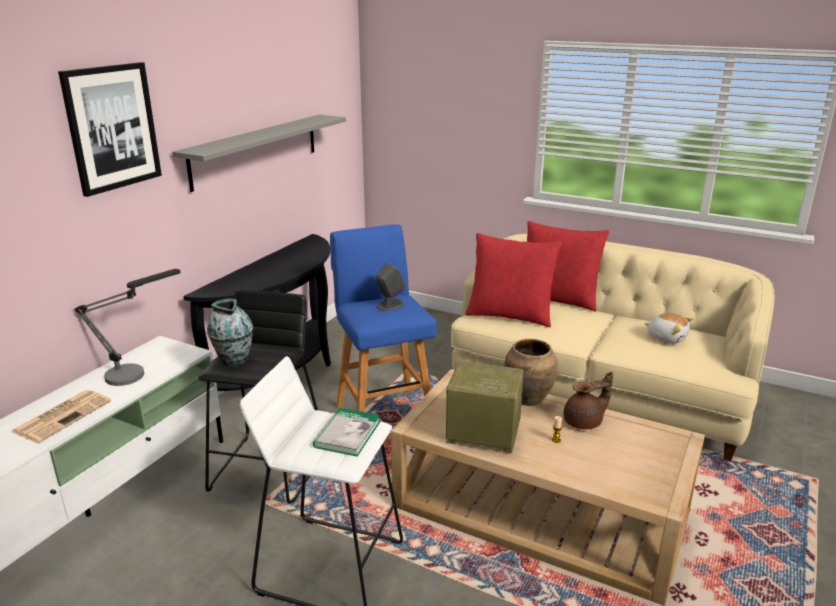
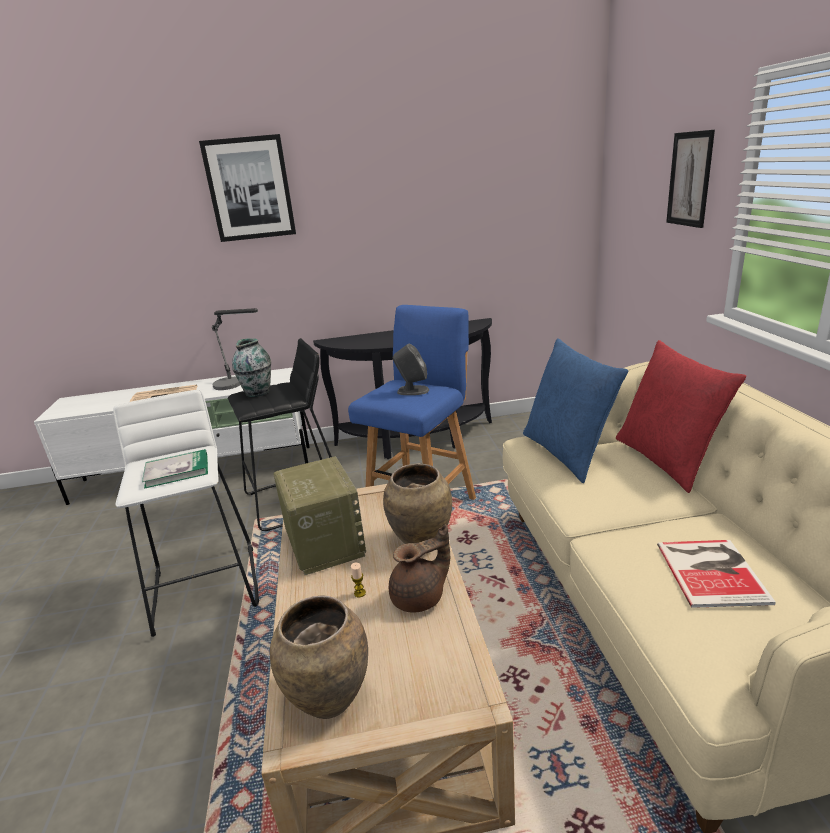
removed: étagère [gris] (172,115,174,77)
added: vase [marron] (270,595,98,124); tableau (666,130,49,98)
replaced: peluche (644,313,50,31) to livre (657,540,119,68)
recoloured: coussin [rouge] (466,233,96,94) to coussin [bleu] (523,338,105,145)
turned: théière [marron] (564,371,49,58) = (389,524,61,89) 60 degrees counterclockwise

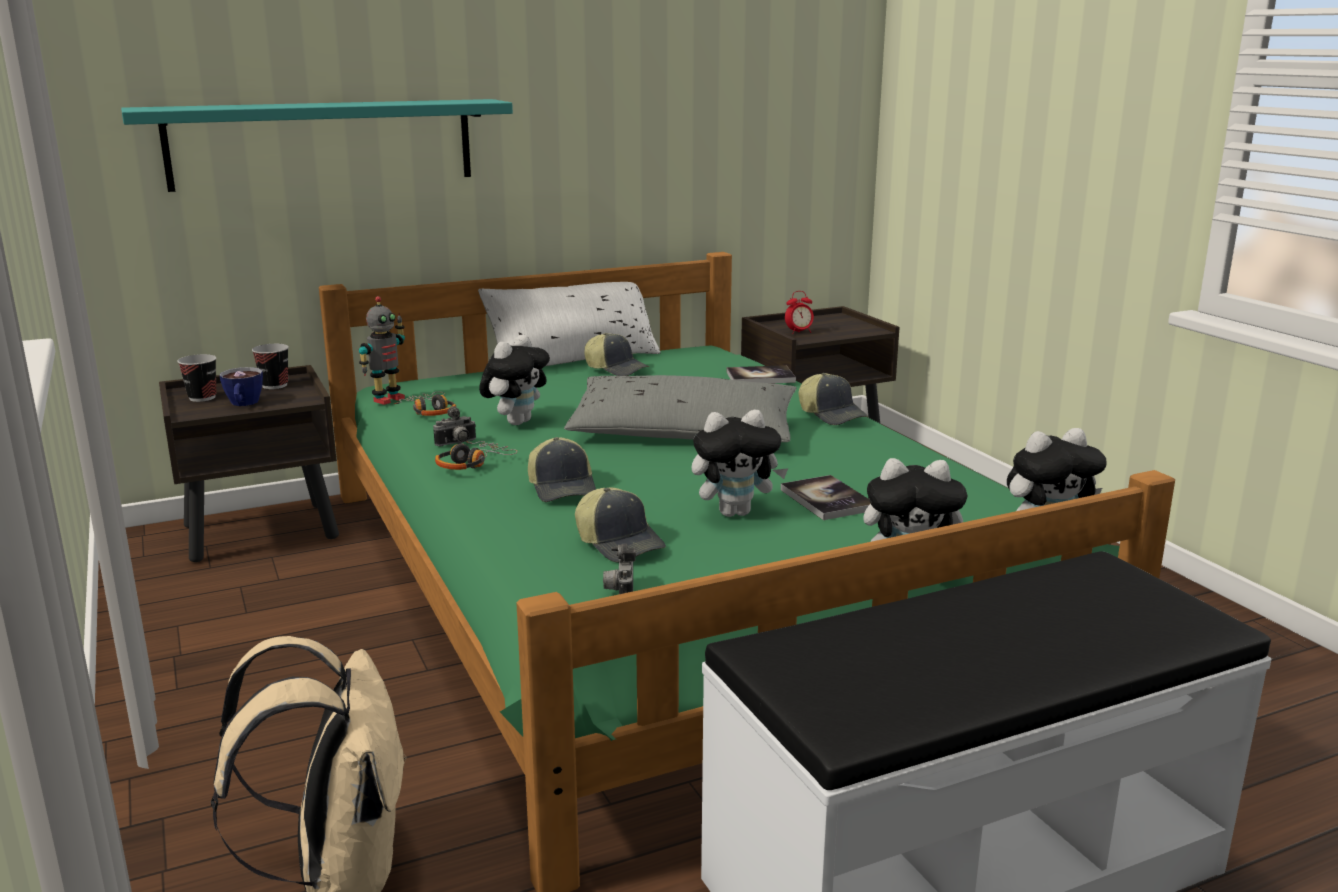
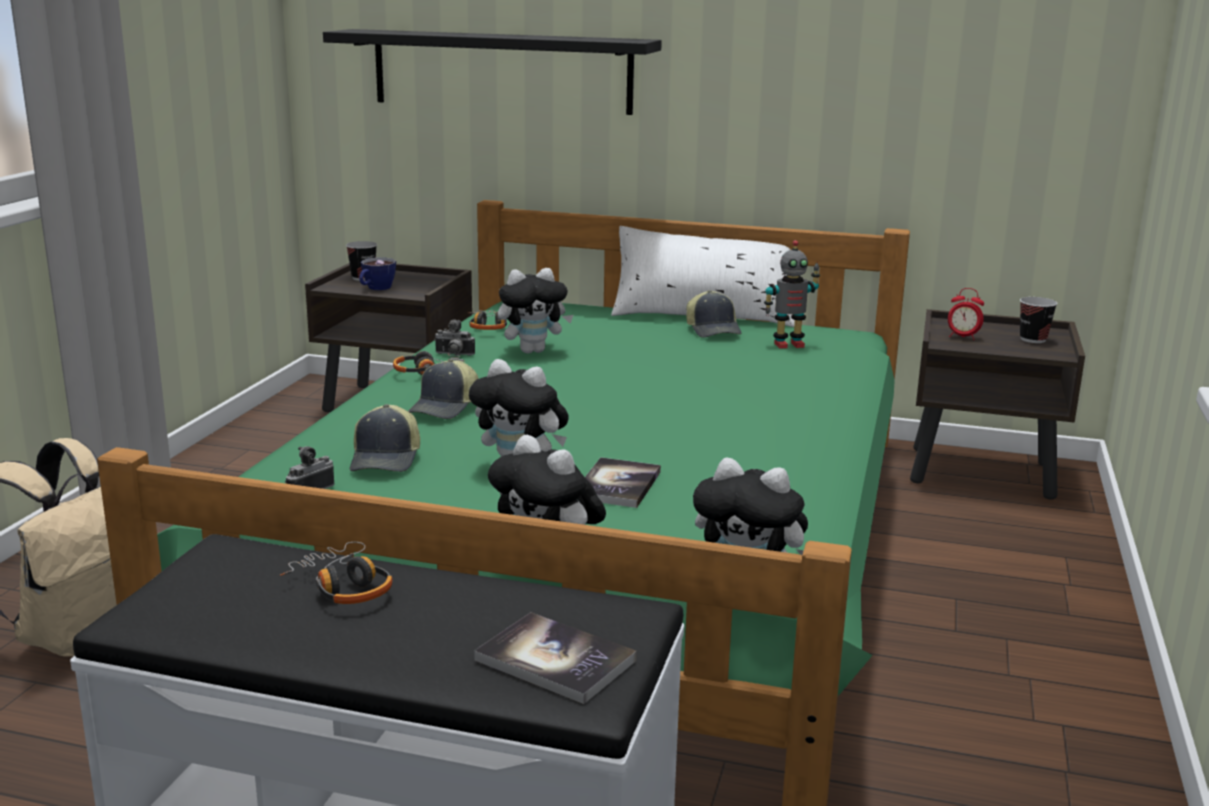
removed: coussin [gris] (564,375,233,67); casquette (798,373,71,52)
added: casque audio (280,542,113,62)
moved: tasse (252,344,37,45) to (1020,297,38,46); robot jouet (359,296,46,109) to (764,240,56,109); livre (726,365,70,18) to (474,612,163,92)
recoloured: étagère [turquoise] (121,99,392,93) to étagère [noir] (323,29,339,86)

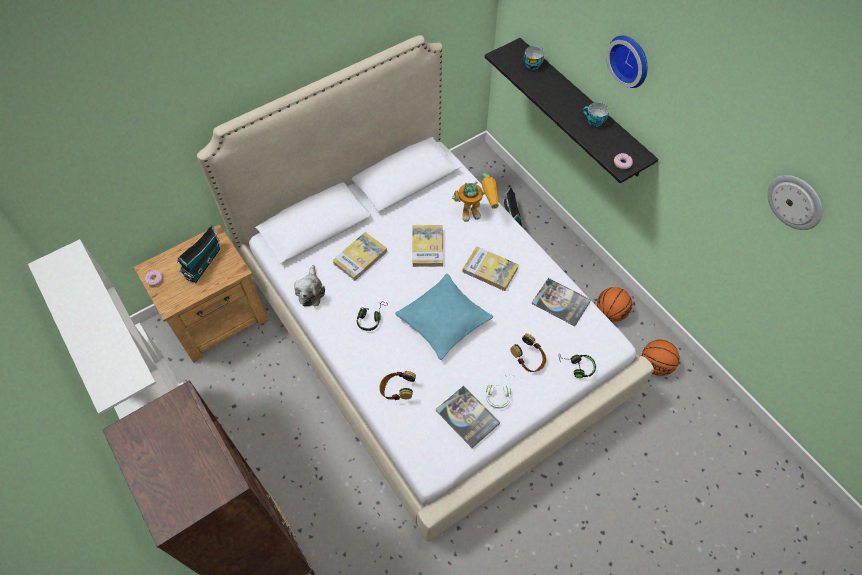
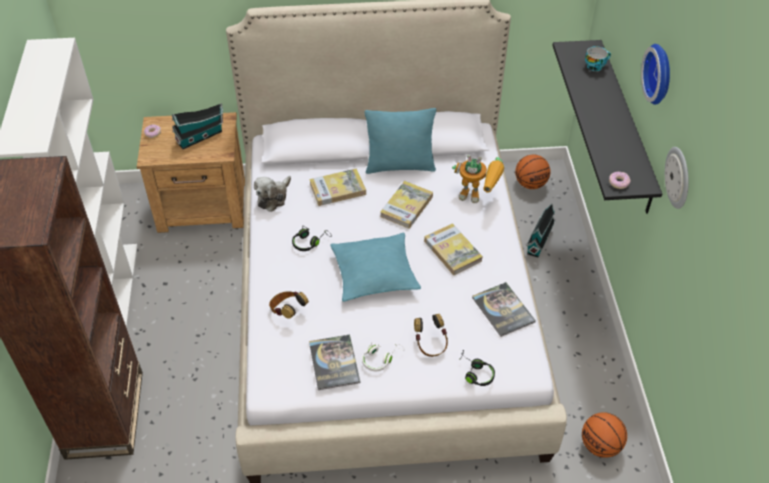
removed: tasse (583,102,26,25)
added: coussin [turquoise] (365,108,71,66)
moved: ballon de basket (597,287,35,35) to (515,154,35,35); horloge murale (767,175,55,55) to (665,147,24,62)

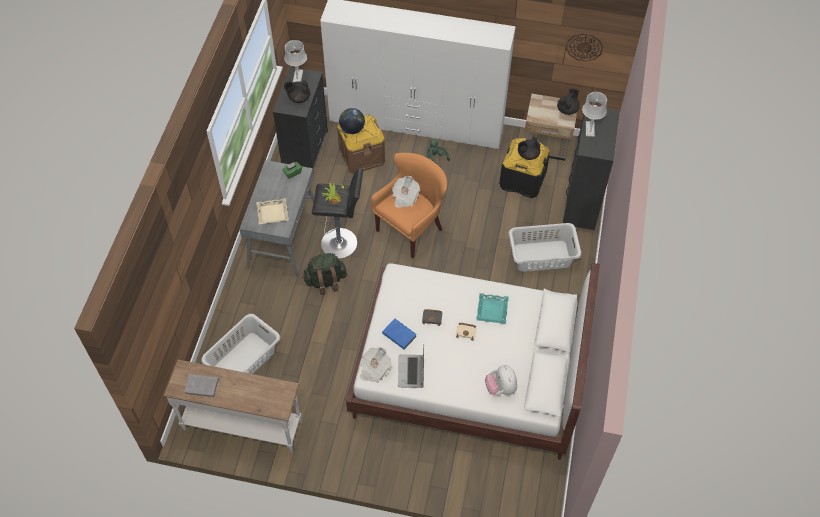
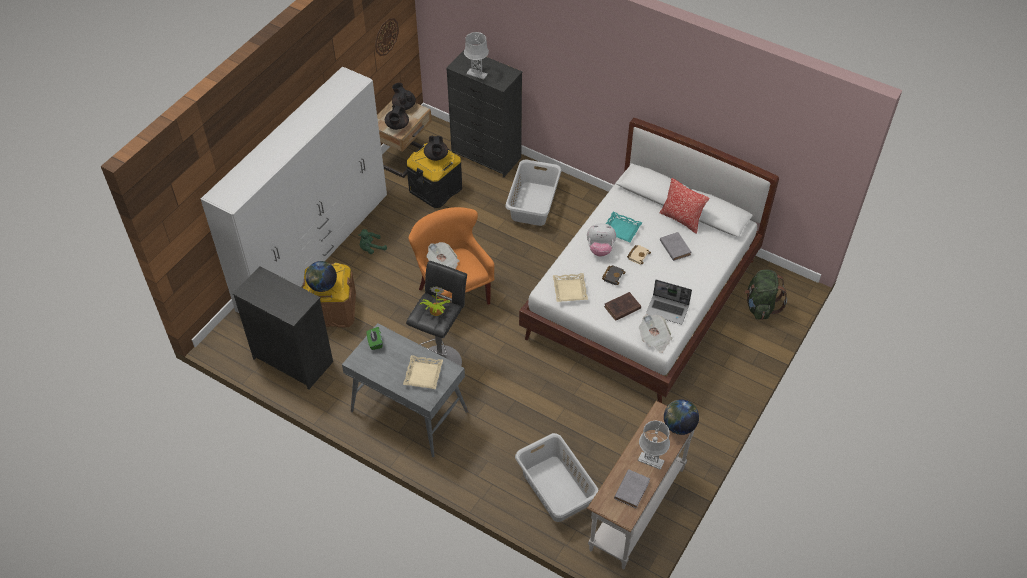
added: plateau [beige] (553,273,35,29); coussin (660,178,50,56); livre [gris] (660,232,32,29); globe (664,399,35,36)
moved: lampe de table [gris] (284,40,23,42) to (638,421,32,49); théière [noir] (284,80,26,23) to (385,104,24,26); sac à dos [vert] (303,253,44,42) to (745,270,42,50); peluche (485,365,32,30) to (587,223,29,34)
recoloured: livre [bleu] (382,319,35,30) to livre [marron] (604,292,37,29)

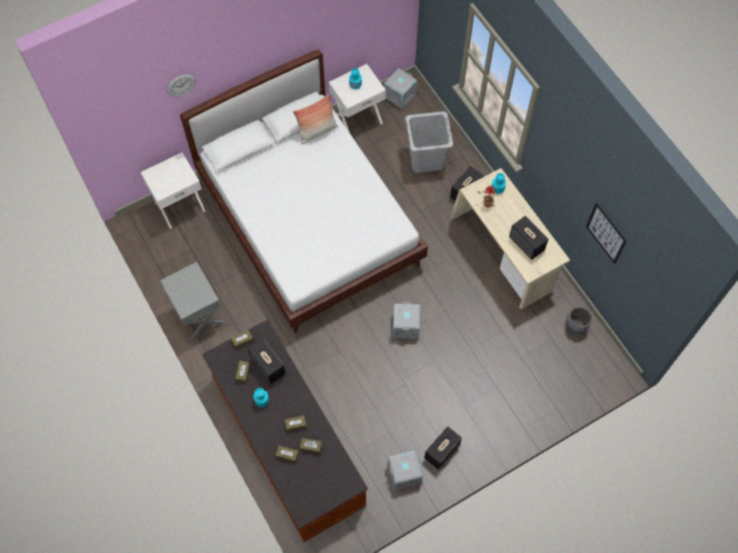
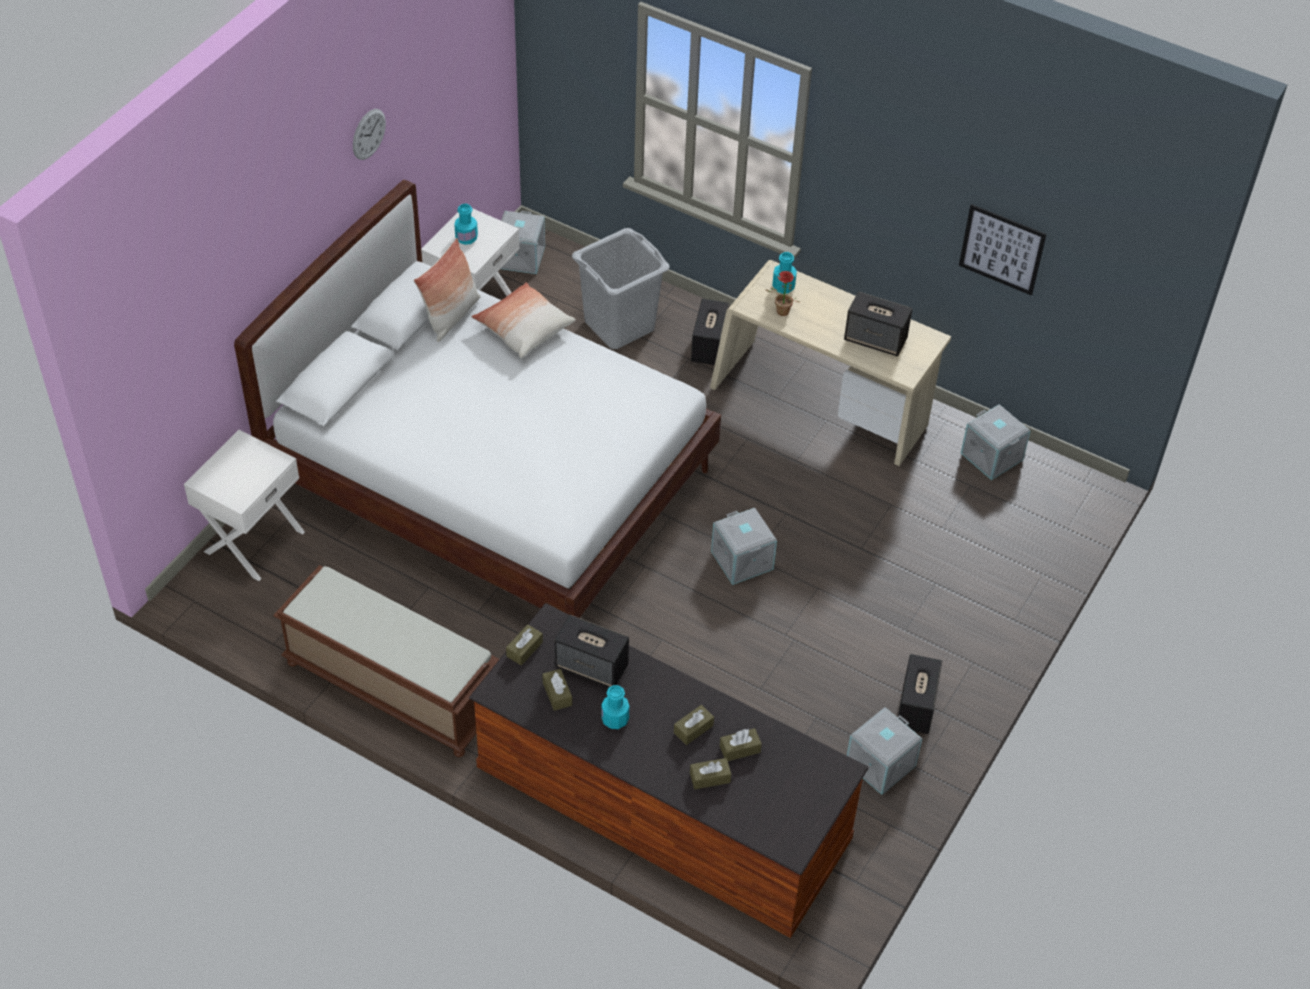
added: coussin (472,282,104,76)
moved: horloge murale (167,74,29,23) to (353,109,33,51)
replaced: table de chevet [gris] (160,262,65,79) to banc [marron] (273,565,226,192); cache-pot [gris] (566,306,26,29) to boîte de rangement [gris] (961,404,70,76)

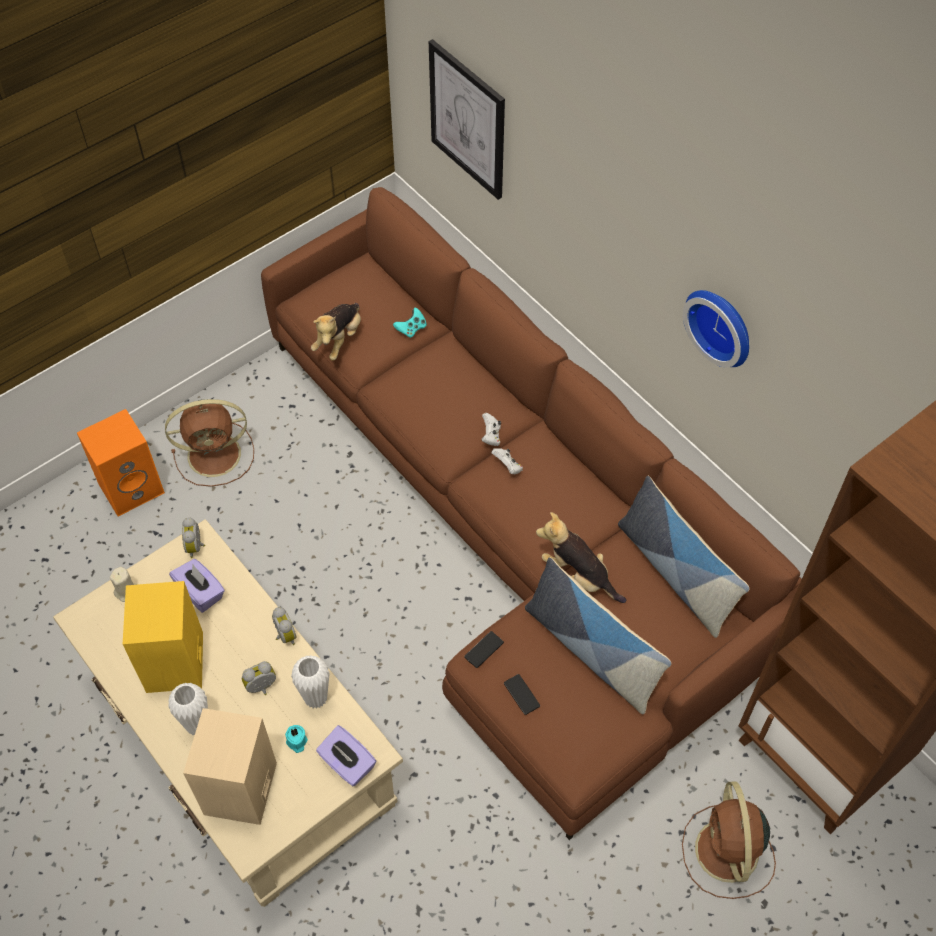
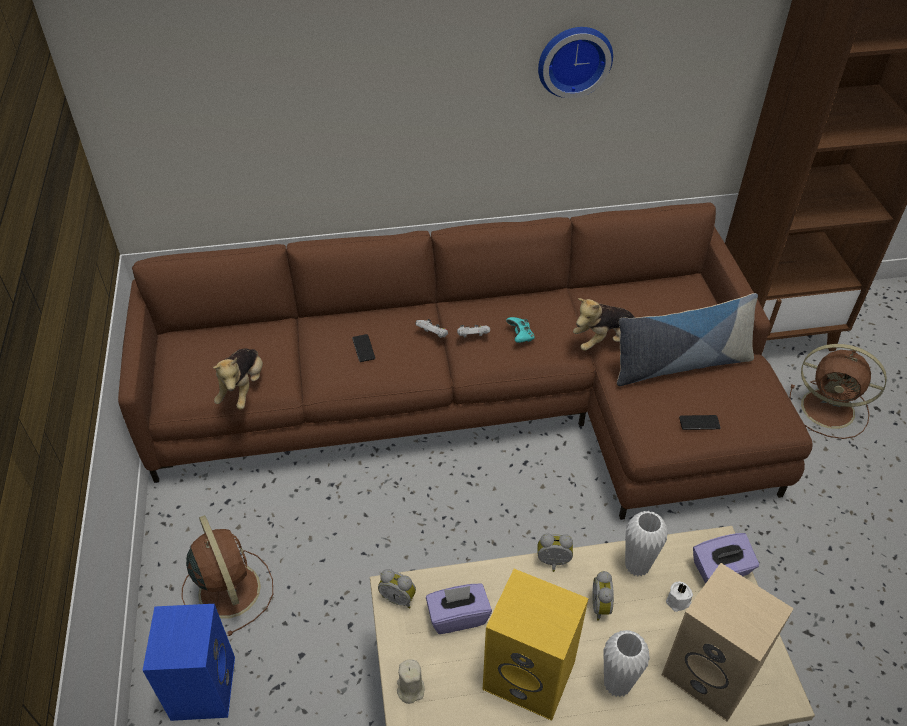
removed: tableau (429,39,76,161); coussin (618,476,131,162)
moved: manette [turquoise] (393,308,34,30) to (506,317,29,26); téléphone (464,631,40,37) to (352,334,23,28)
recoloured: enceinte [orange] (77,409,88,108) to enceinte [bleu] (142,604,93,117); bougie [turquoise] (285,725,23,28) to bougie [blanc] (666,581,27,31)
turned: ventilateur [marron] (165,399,89,88) = (182,515,91,121) 45 degrees counterclockwise; peluche (311,303,50,58) = (213,349,50,60) 45 degrees clockwise

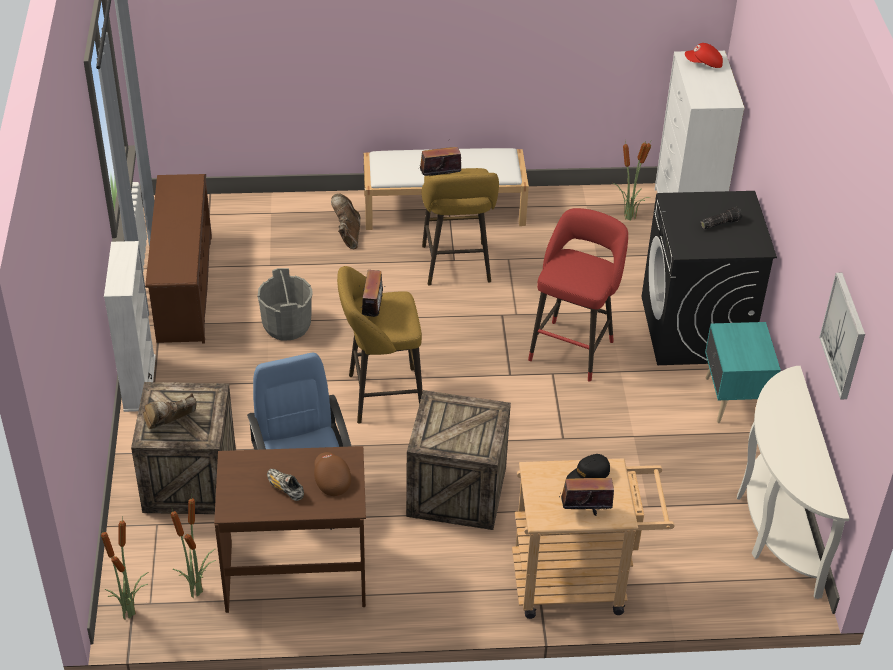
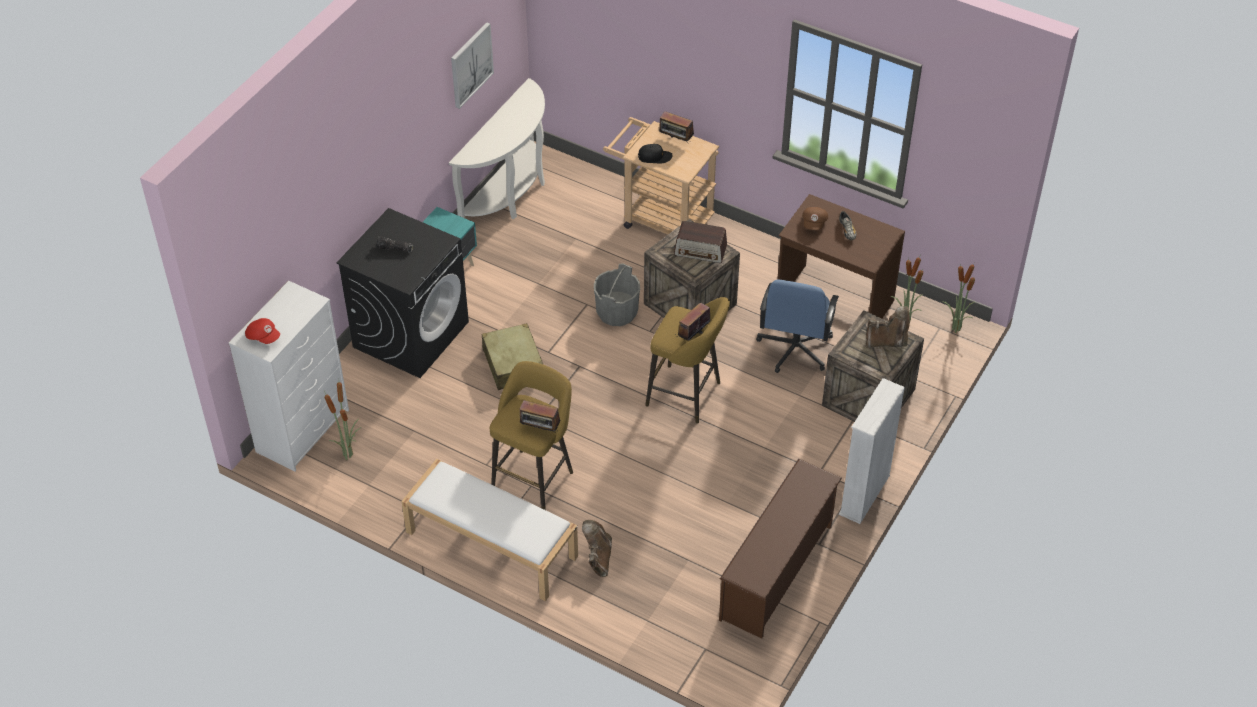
added: radio (674,221,53,42)
moved: seau [gris] (258,268,55,73) to (594,264,46,62)
replaced: tabouret [rouge] (528,208,100,174) to valise [beige] (482,323,61,67)
turned: botte [marron] (331,193,29,56) = (582,520,30,57) 150 degrees clockwise

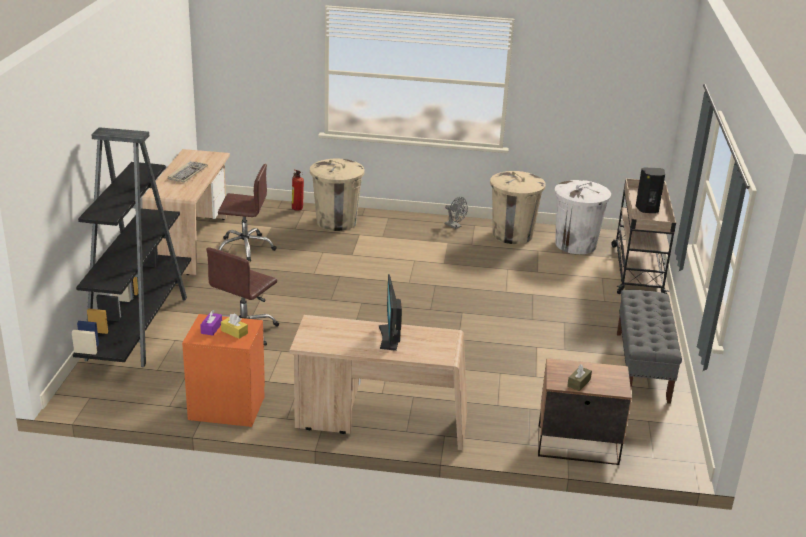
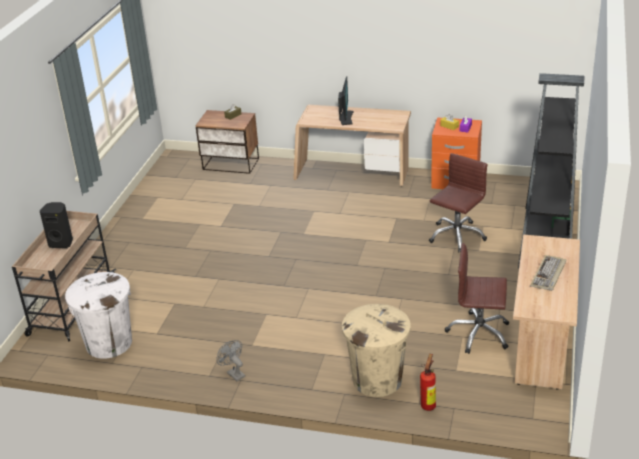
removed: poubelle [beige] (490,171,56,73); banc [gris] (617,290,65,114)

